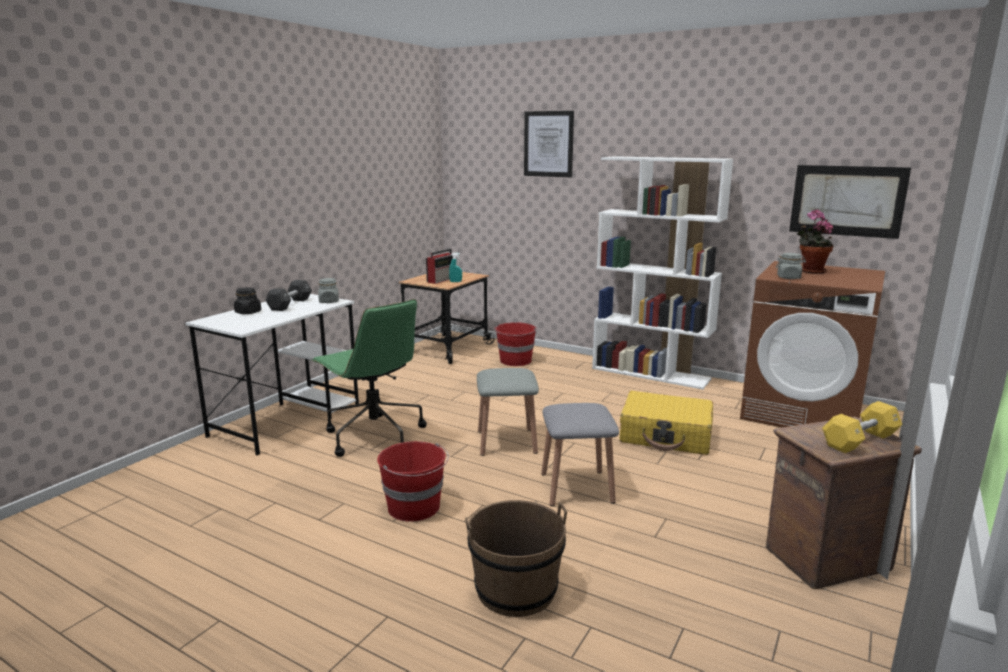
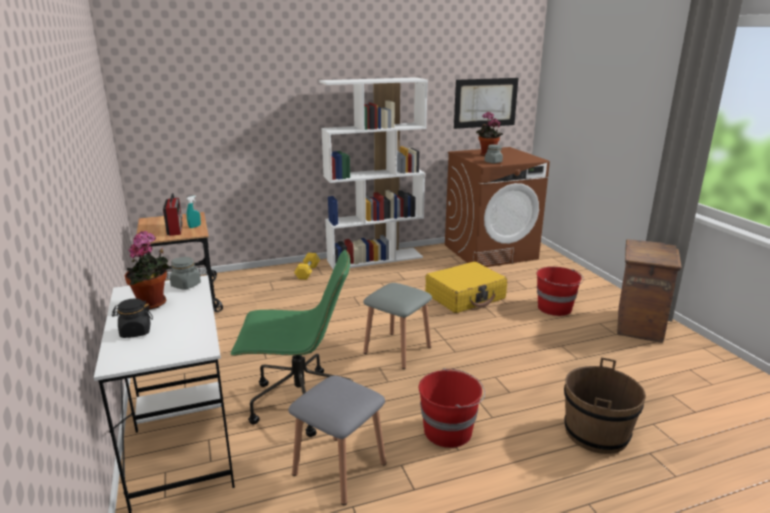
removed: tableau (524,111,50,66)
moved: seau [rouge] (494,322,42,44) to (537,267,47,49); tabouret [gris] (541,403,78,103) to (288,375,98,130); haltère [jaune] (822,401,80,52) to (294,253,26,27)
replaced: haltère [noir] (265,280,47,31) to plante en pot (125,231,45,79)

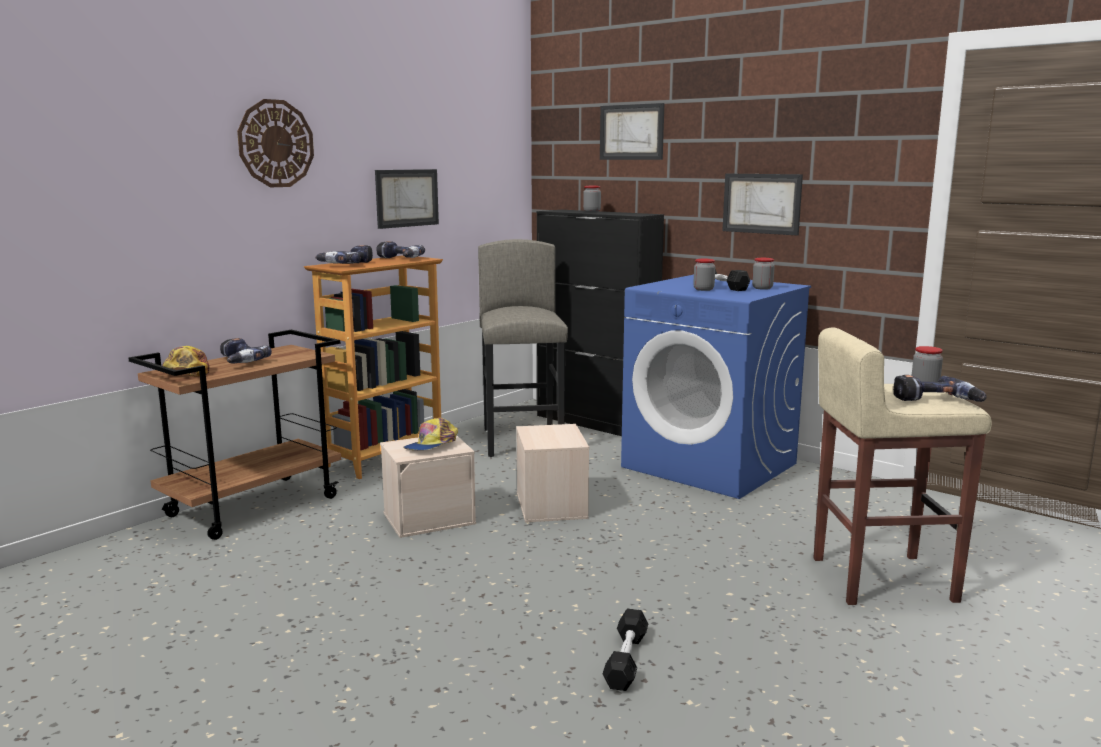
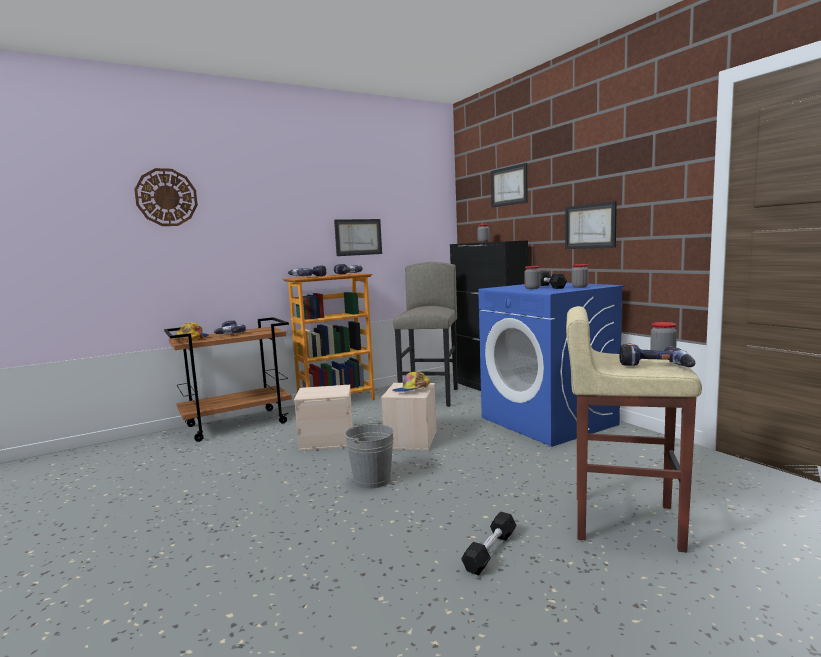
added: seau [gris] (345,421,49,68)
moved: horloge murale (237,99,77,88) to (134,168,64,58); casquette (403,418,55,32) to (392,371,39,21); haltère [noir] (603,608,45,83) to (461,511,56,64)

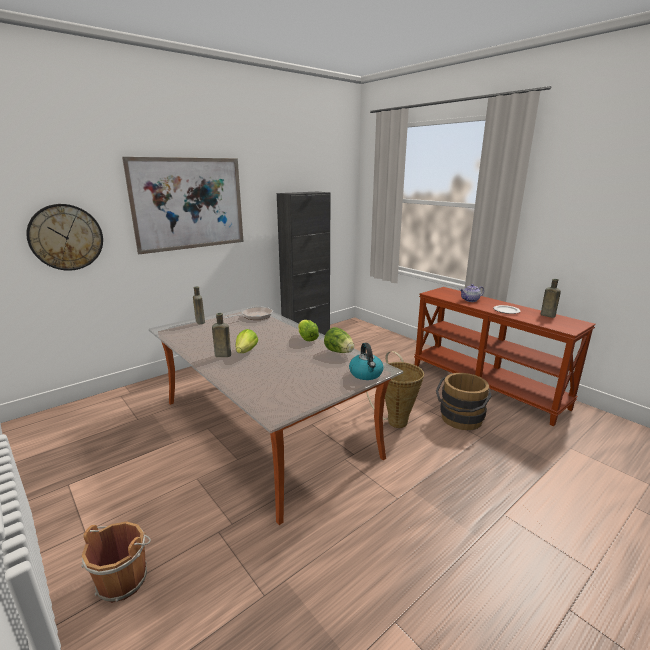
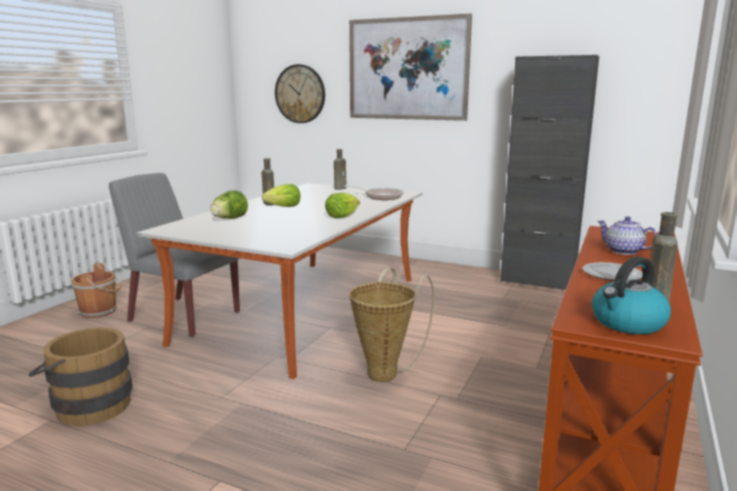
added: chaise [gris] (109,173,131,164)
moved: laitue (324,327,30,26) to (210,190,38,29); bouilloire (349,343,35,37) to (592,256,79,78); seau [marron] (436,373,56,57) to (29,327,104,99)

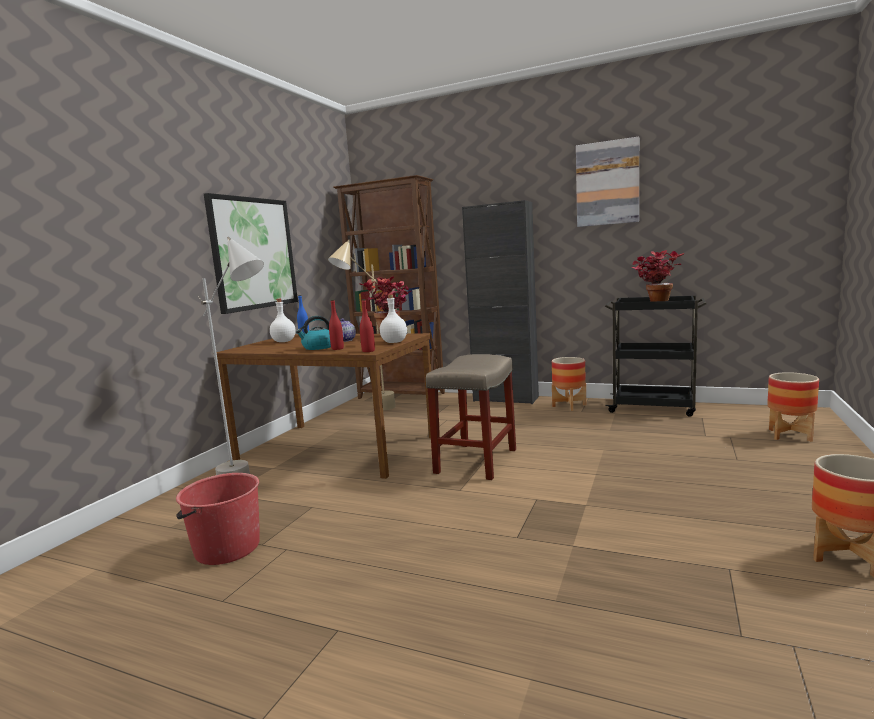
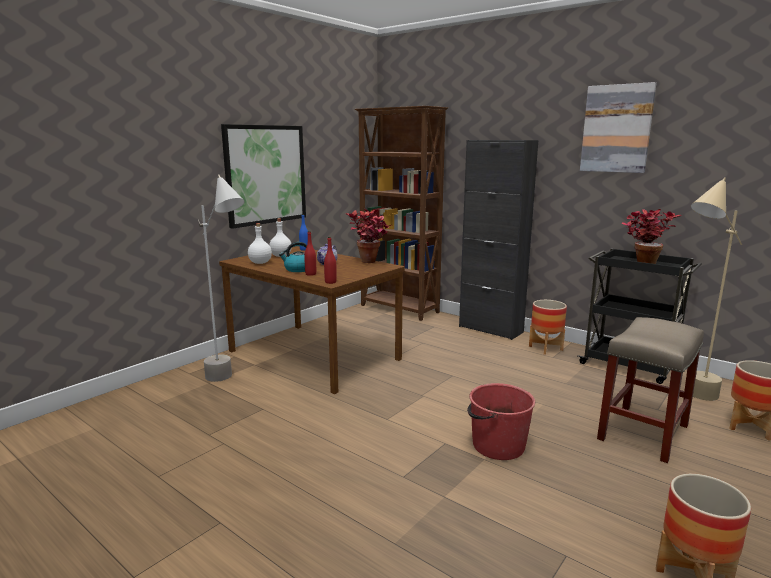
moved: seau [rouge] (176,473,84,92) to (467,383,68,77); lampadaire [beige] (328,239,68,172) to (691,177,51,224); bouteille [blanc] (380,294,27,49) to (248,223,24,41); tabouret [beige] (426,354,90,126) to (597,317,107,146)

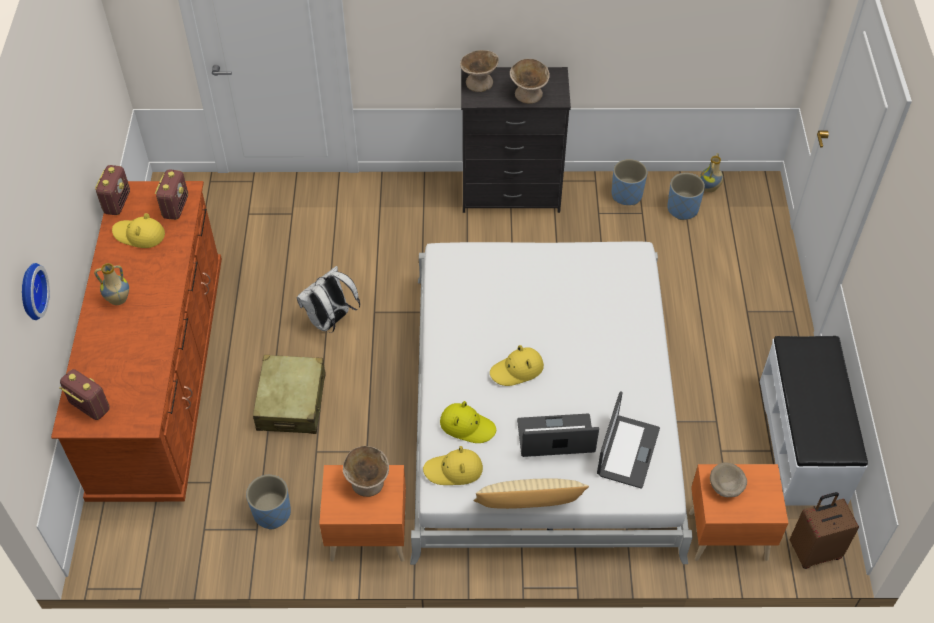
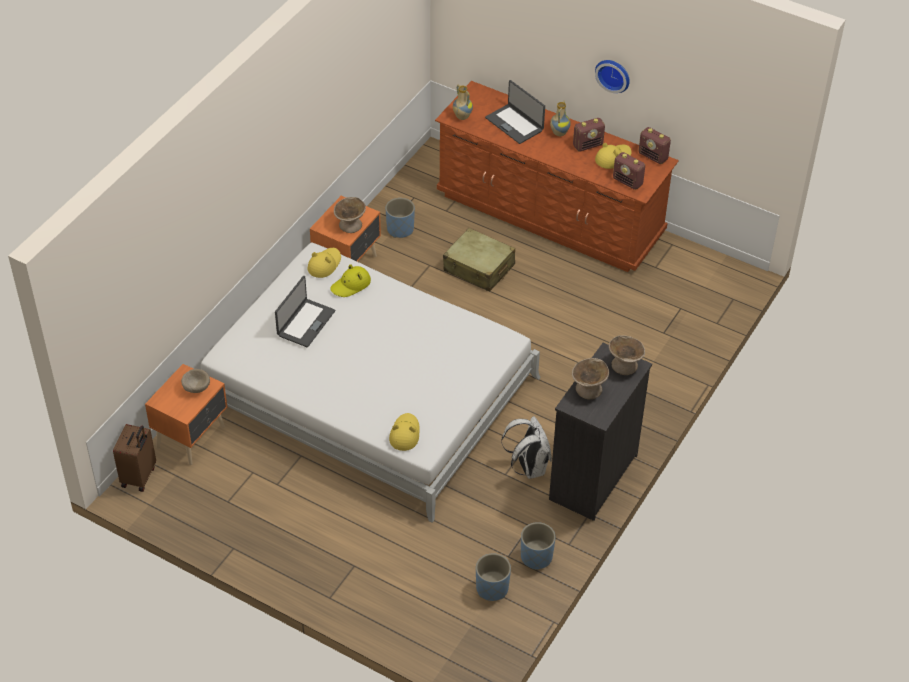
removed: coussin [beige] (473,478,116,31); banc [blanc] (760,336,108,170)
moved: horloge murale (22,263,28,57) to (595,60,35,33); radio (60,369,49,51) to (573,118,32,34); sac à dos [blanc] (297,266,63,67) to (501,416,51,63); chapeau [jaune] (490,345,54,41) to (389,413,31,38); ordinateur portable (597,391,63,98) to (485,80,60,64); vase (700,153,23,39) to (453,85,20,35)

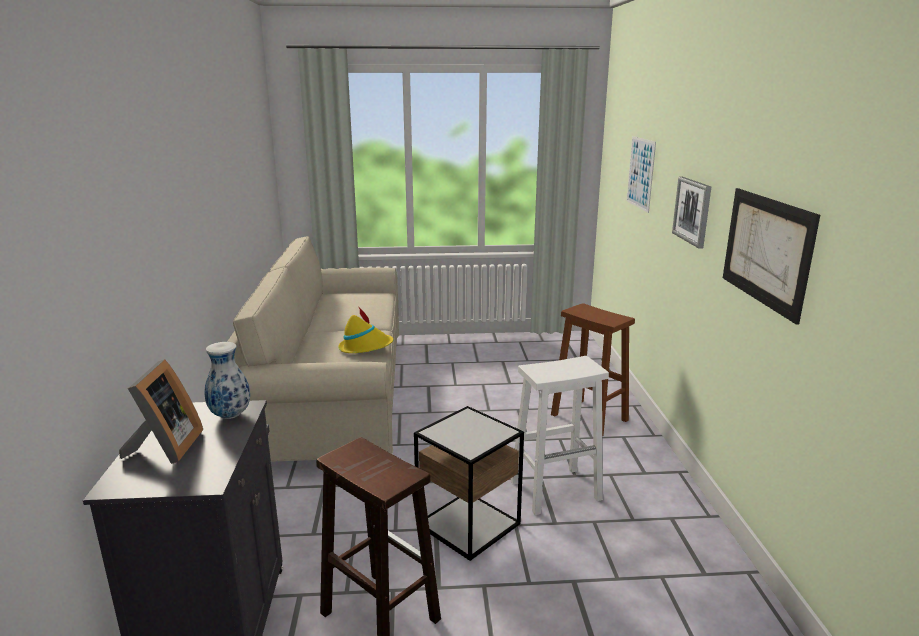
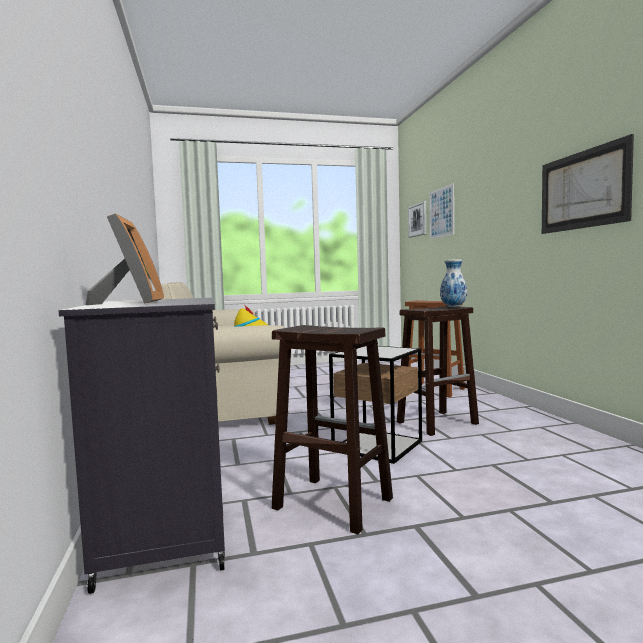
moved: vase (204,342,46,77) to (440,259,28,48); tableau (672,177,39,72) to (408,201,19,37)
recoloured: tabouret [blanc] (511,356,98,159) to tabouret [marron] (397,306,82,130)

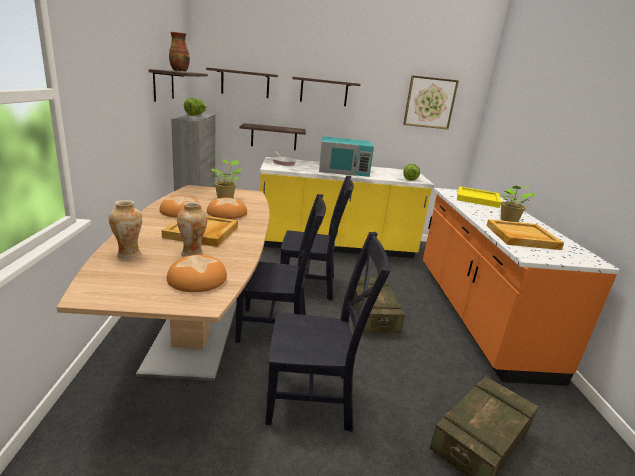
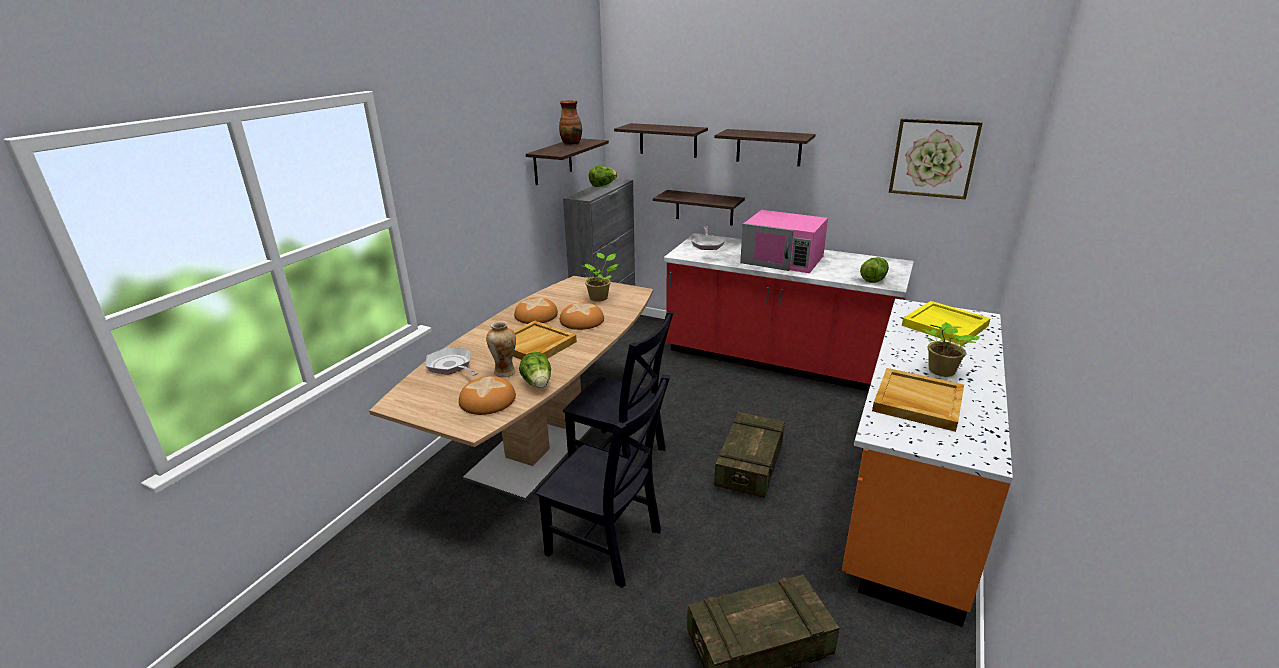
removed: chaise [noir] (280,176,74,124)
added: laitue (519,352,32,36)
replaced: vase (109,200,33,60) to poêle (425,347,53,29)
recoloured: comptoir de cuisine [jaune] (260,157,174,101) to comptoir de cuisine [rouge] (664,233,250,158); micro-ondes [turquoise] (319,136,55,41) to micro-ondes [rose] (740,210,88,63)

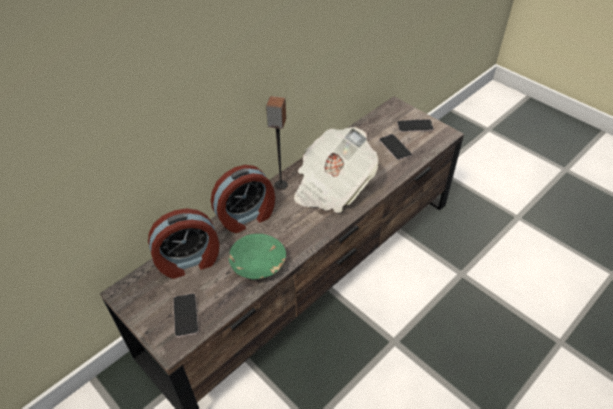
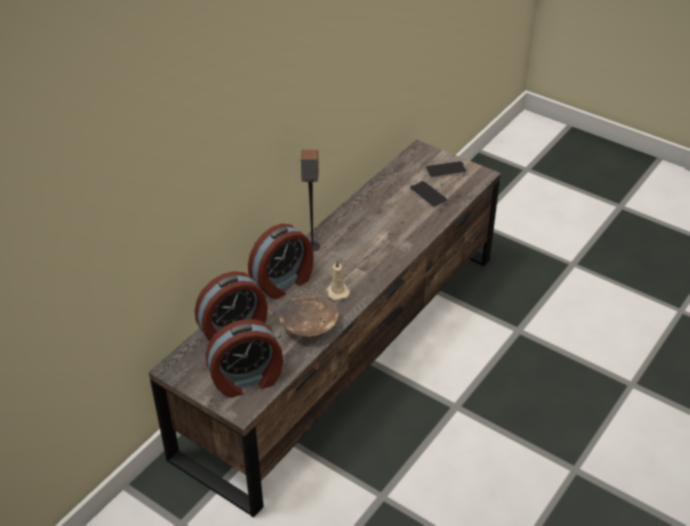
removed: journal (294,127,84,86)
added: bougie [beige] (326,260,24,41)
replaced: téléphone (173,293,26,44) to réveil (206,319,77,79)
recoloured: bol [vert] (229,234,57,46) to bol [marron] (279,294,60,43)

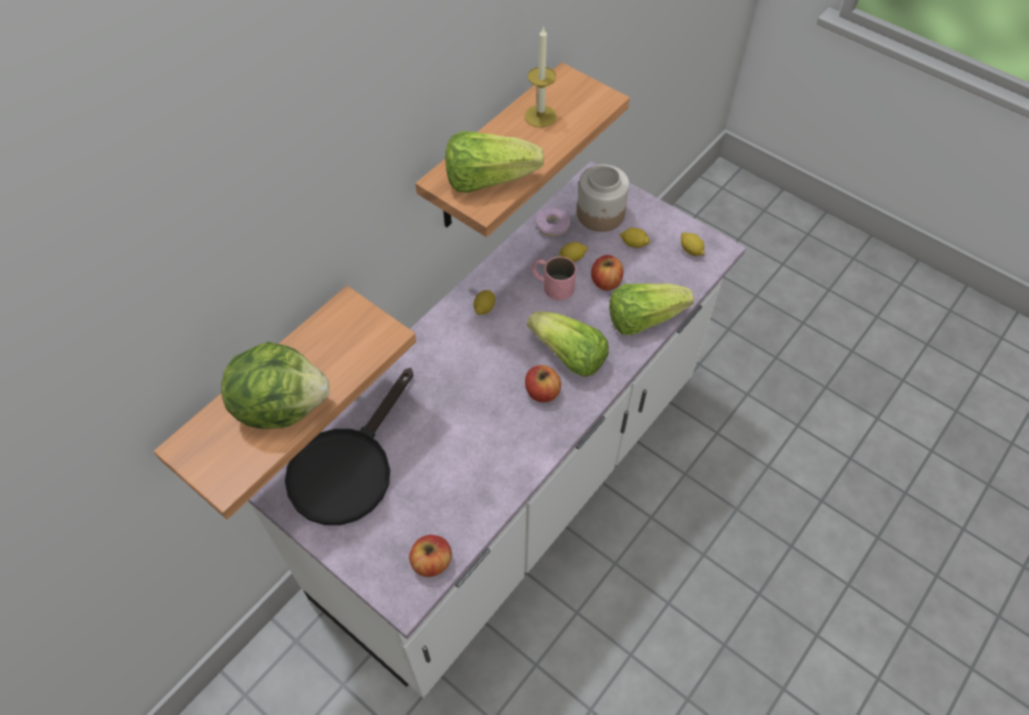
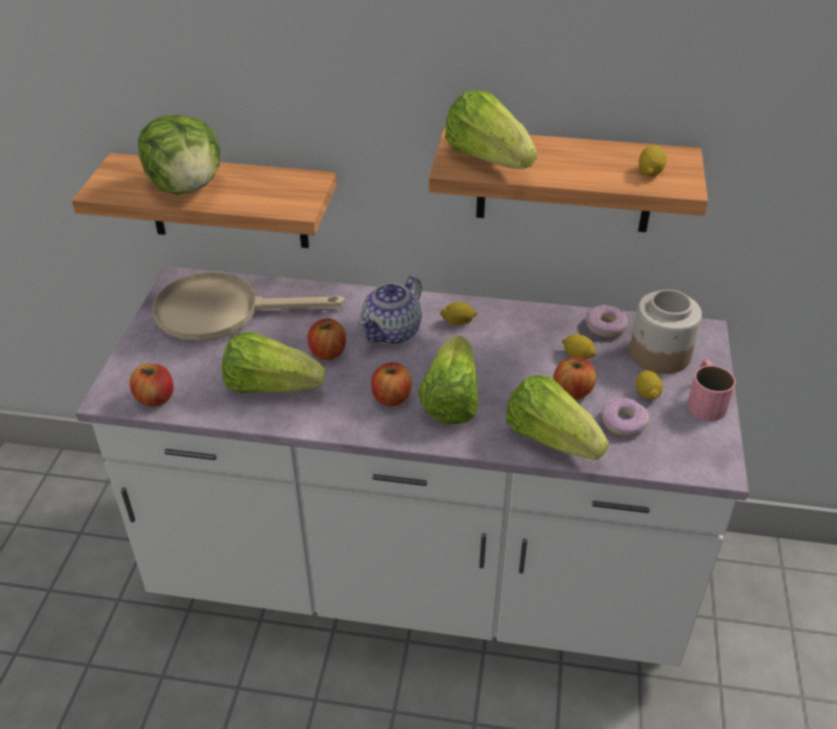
removed: bougie (525,26,32,102)
added: laitue (222,332,103,61); pomme (307,318,39,42); théière (359,275,63,70); beignet (601,397,48,39)
moved: mug [rose] (532,256,44,44) to (687,360,49,61); citron (681,232,24,24) to (639,145,28,32)
recoloured: poêle [noir] (285,368,128,157) to poêle [beige] (153,272,192,69)

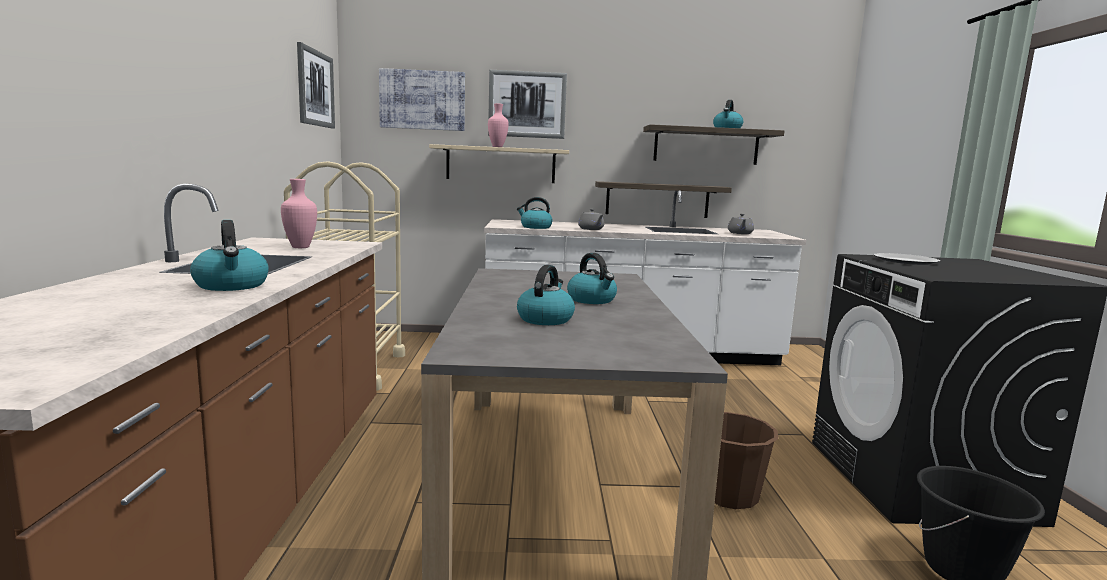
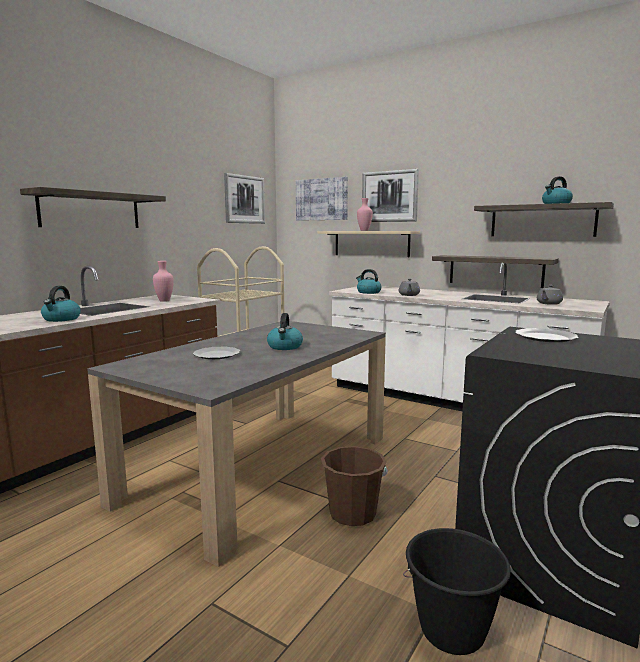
added: étagère (20,187,146,41)
replaced: bouilloire (517,265,58,60) to assiette (193,346,47,13)

